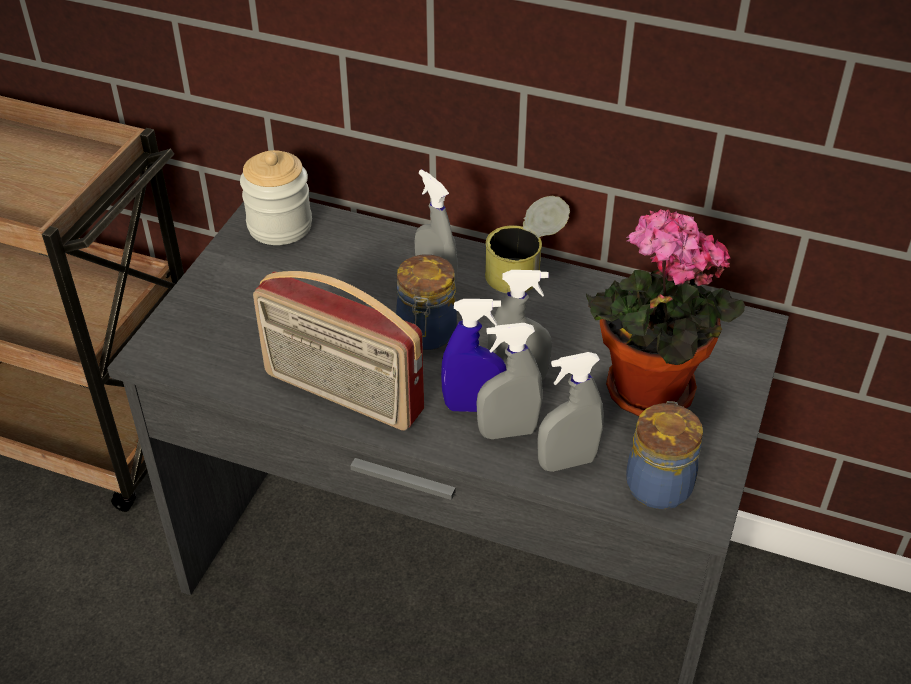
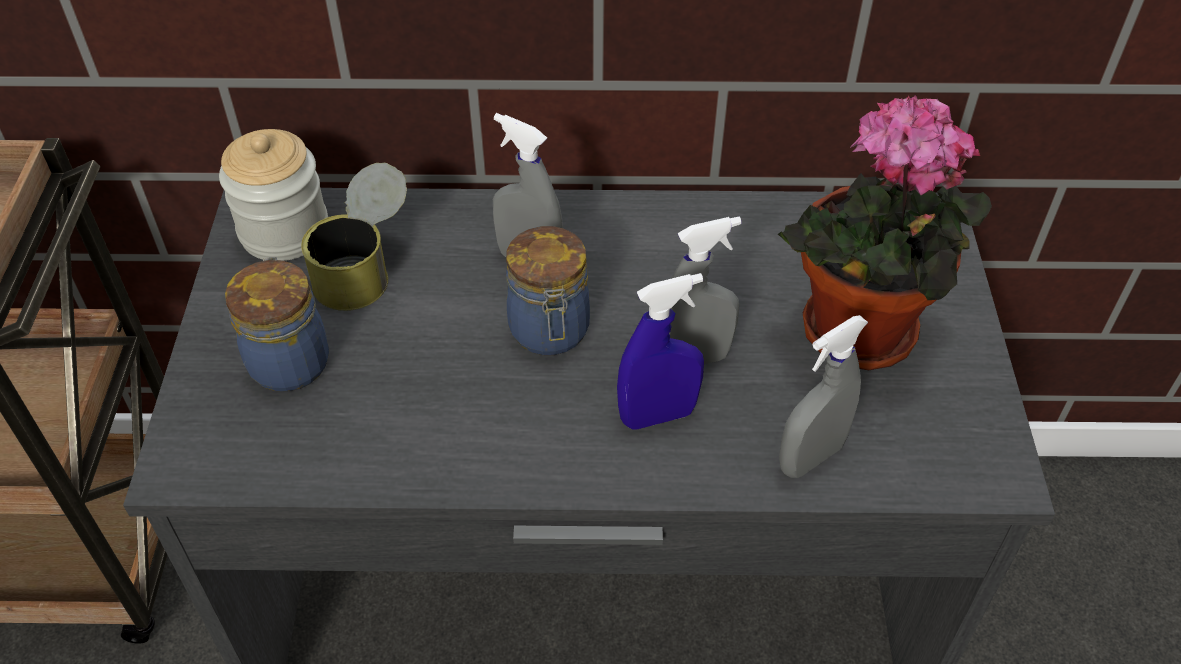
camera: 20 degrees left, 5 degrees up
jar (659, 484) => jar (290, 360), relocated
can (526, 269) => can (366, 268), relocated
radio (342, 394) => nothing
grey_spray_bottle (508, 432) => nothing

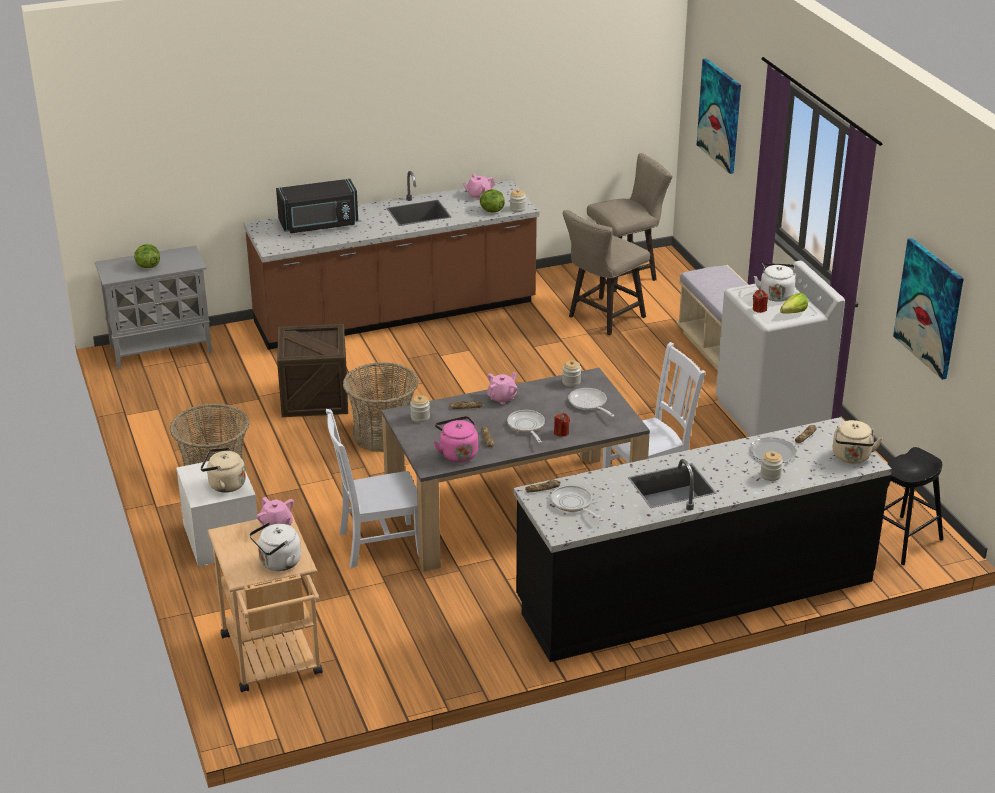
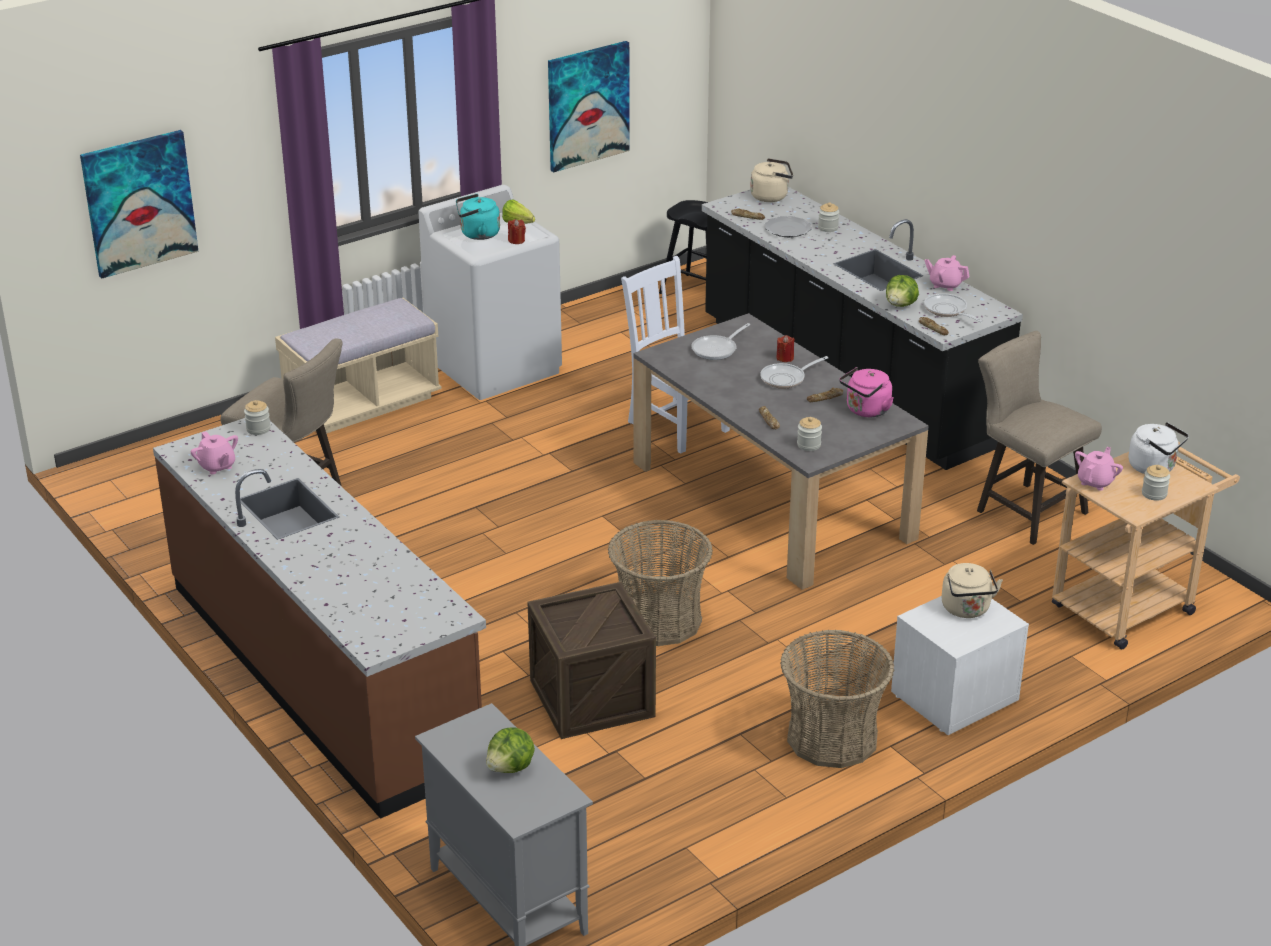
camera: 105 degrees left, 0 degrees up
white_kettle (775, 294) => turquoise_kettle (477, 234)
lettuce (491, 211) => lettuce (901, 305), relocated
frying_pan (573, 504) => frying_pan (947, 311), 105 degrees clockwise
pink_teapot (502, 398) => pink_teapot (945, 285), relocated
beige_stool (626, 273) => beige_stool (1024, 509), relocated
jar (571, 382) => jar (1154, 494), relocated
black_microwave (319, 225) => nothing
white_chair (377, 544) => nothing

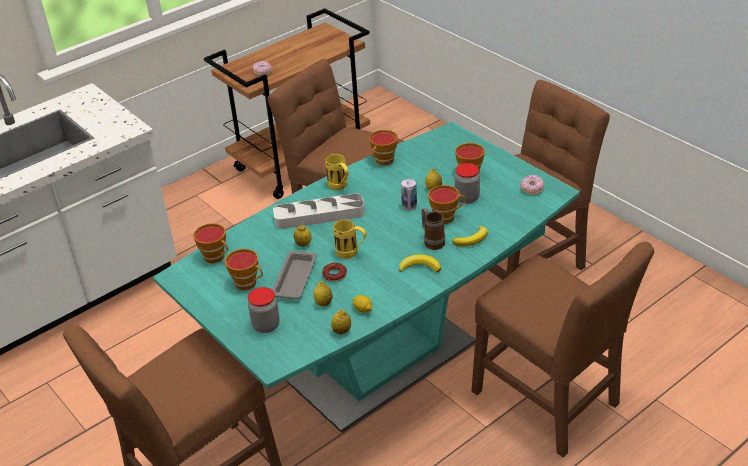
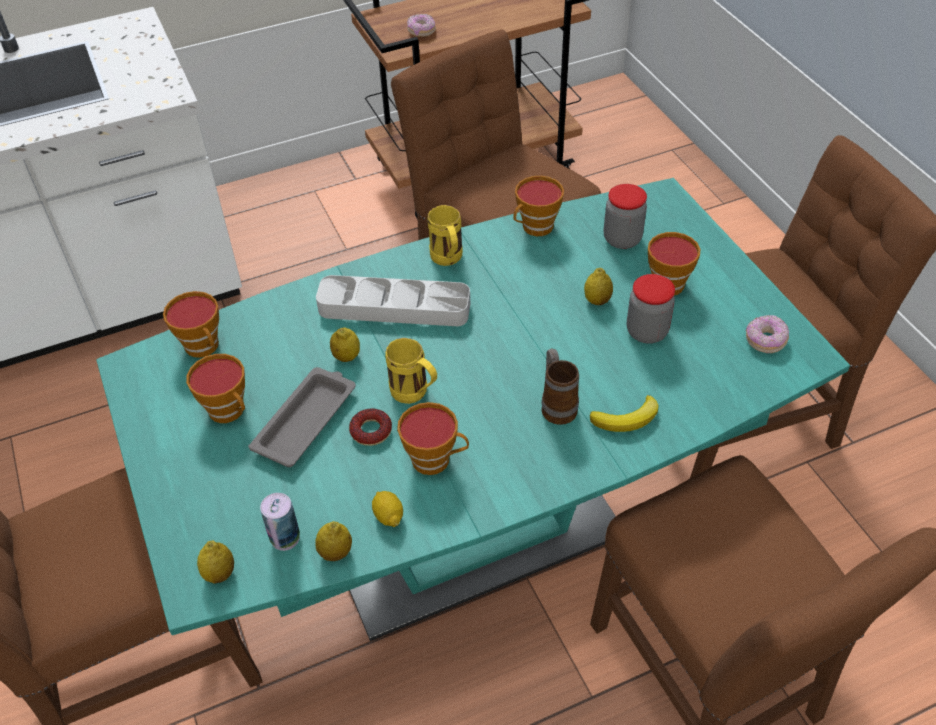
camera: 15 degrees right, 10 degrees up
lemon (323, 303) => lemon (220, 573), relocated
can (409, 206) => can (285, 538), relocated
cup (446, 217) => cup (435, 460), relocated
jar (266, 325) => jar (622, 239), relocated
banana (420, 267) => nothing

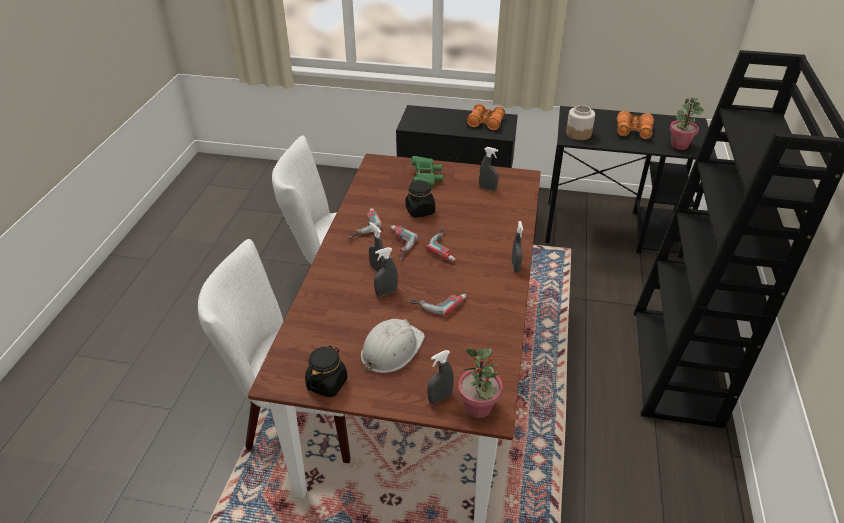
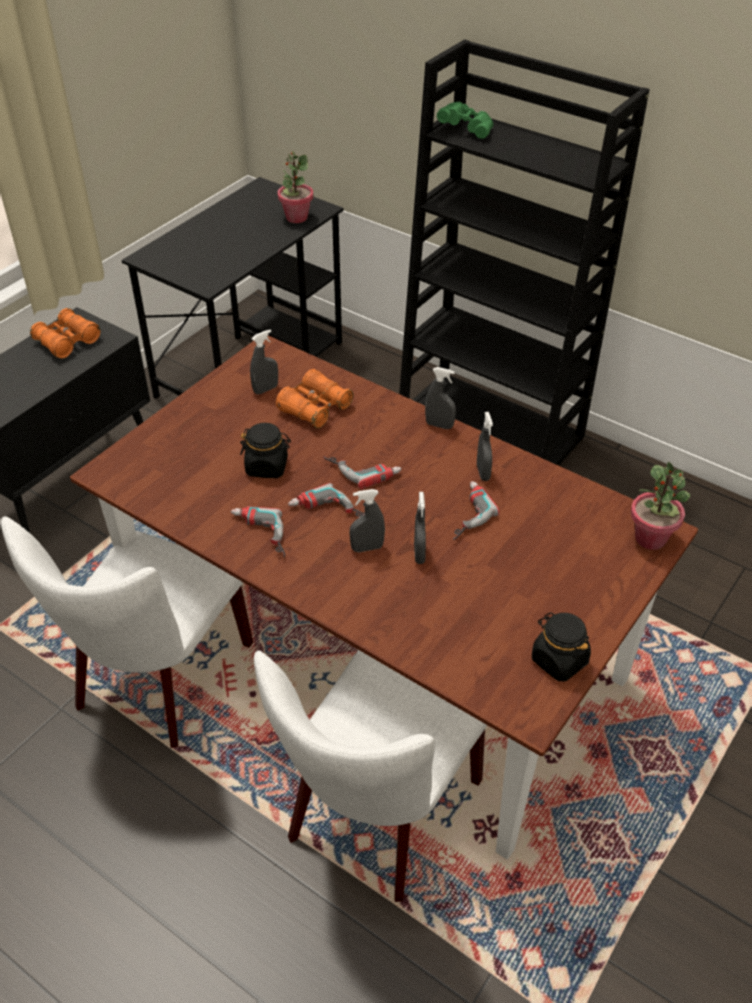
camera: 65 degrees left, 5 degrees up
orange_binoculars (633, 131) => orange_binoculars (315, 408), relocated
green_binoculars (426, 178) => green_binoculars (467, 129), relocated
grey_spray_bottle (440, 398) => grey_spray_bottle (483, 472), relocated
white_hard_hat (391, 349) => nothing
jar (578, 134) => nothing

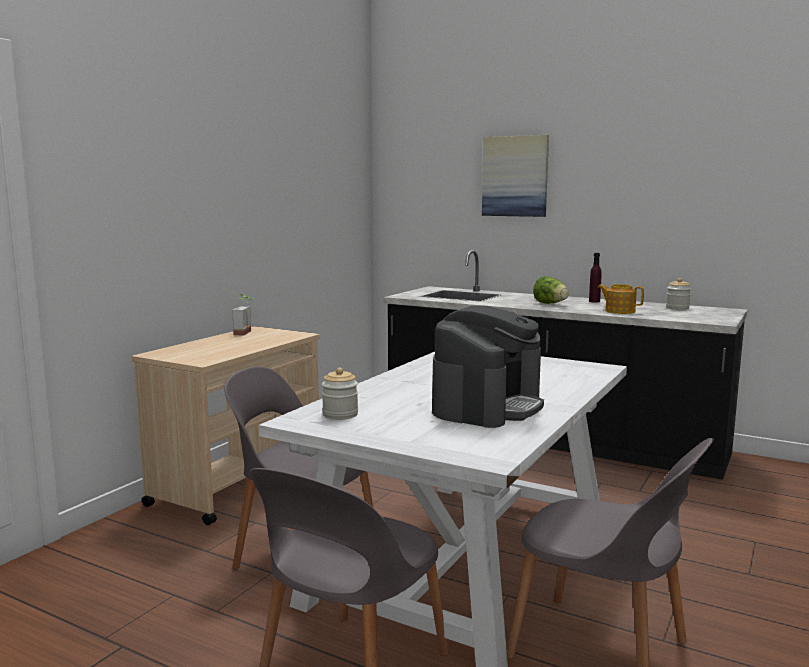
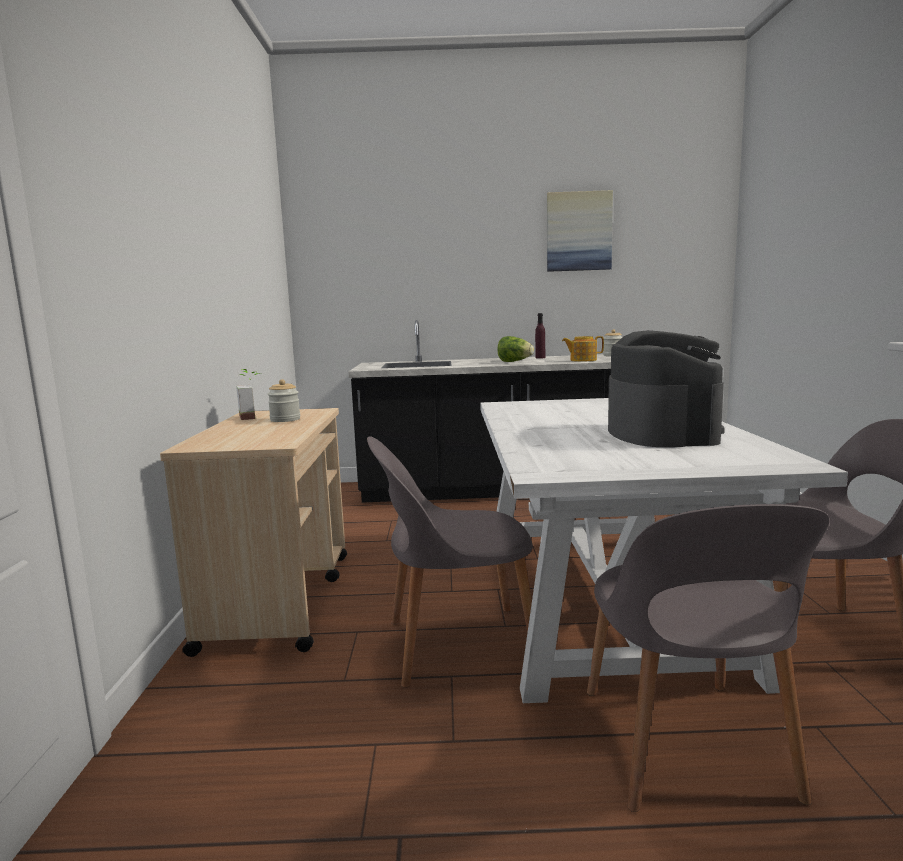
camera: 30 degrees left, 0 degrees up
jar (340, 414) => jar (285, 419), relocated
picture (515, 176) => picture (578, 231), relocated

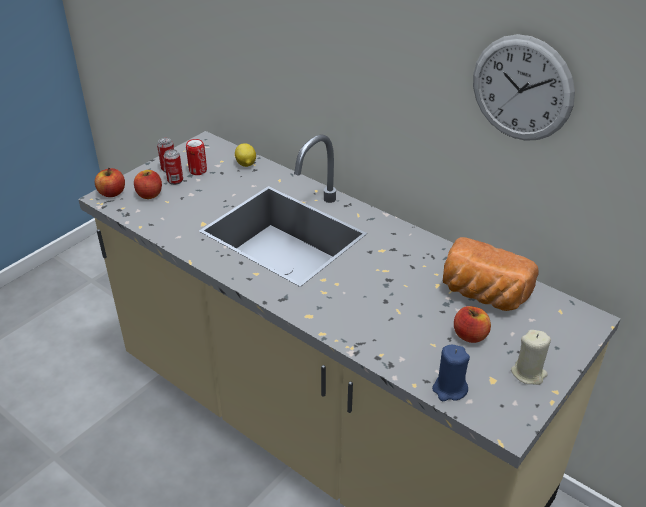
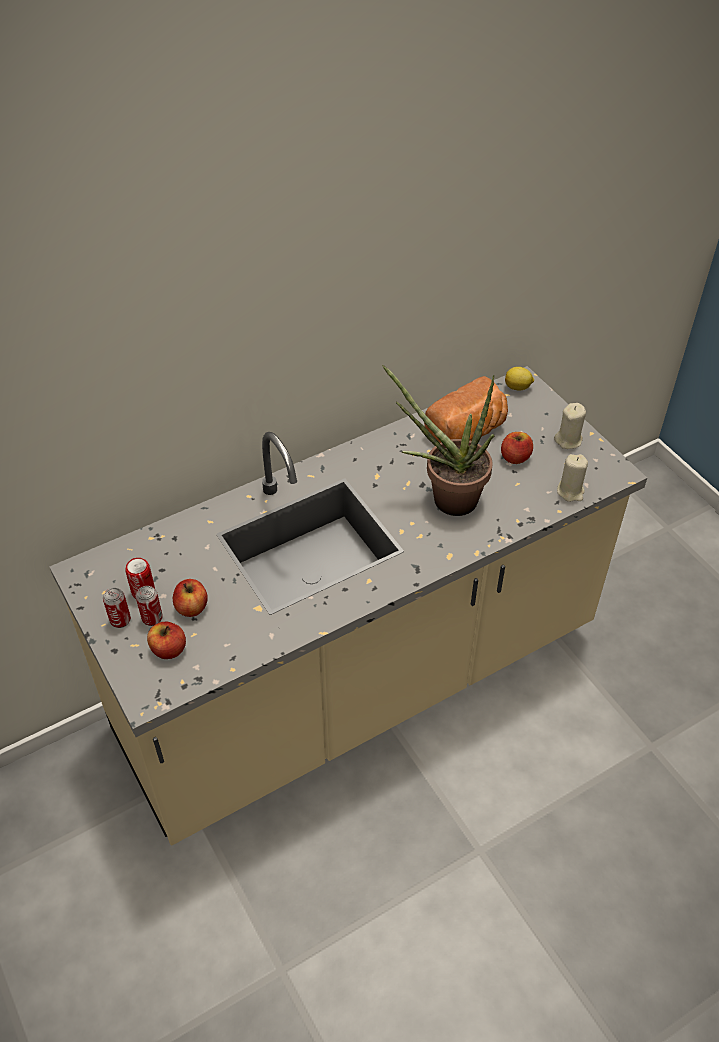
camera: 70 degrees left, 10 degrees up
apple (112, 193) => apple (192, 607), relocated
nothing => potted_plant (445, 498)
lemon (246, 164) => lemon (518, 387), relocated
blue_candle (449, 389) => beige_candle (570, 491)
wall_clock (522, 89) => nothing

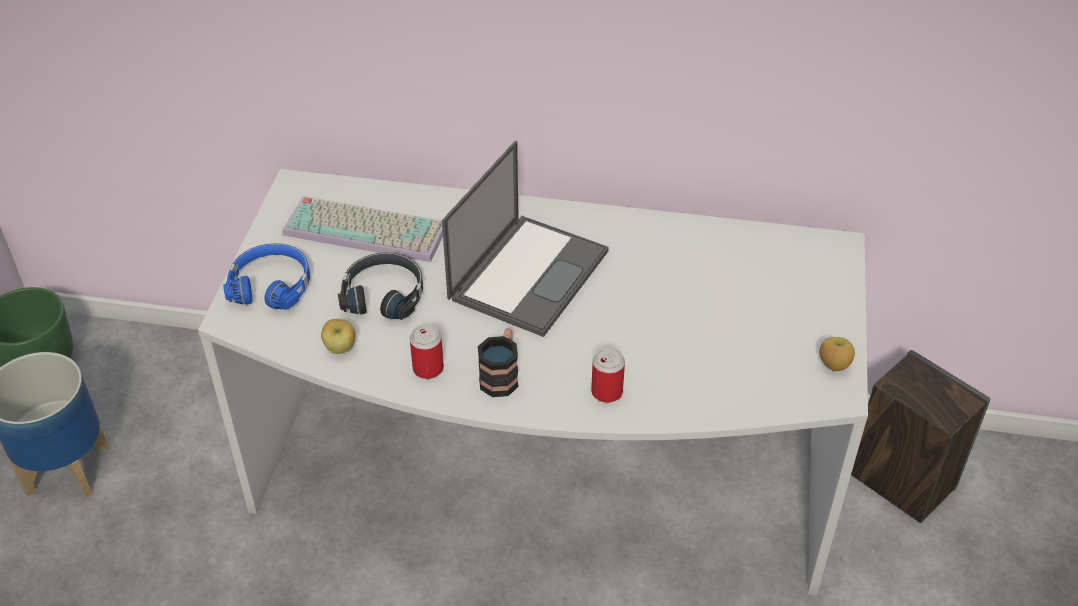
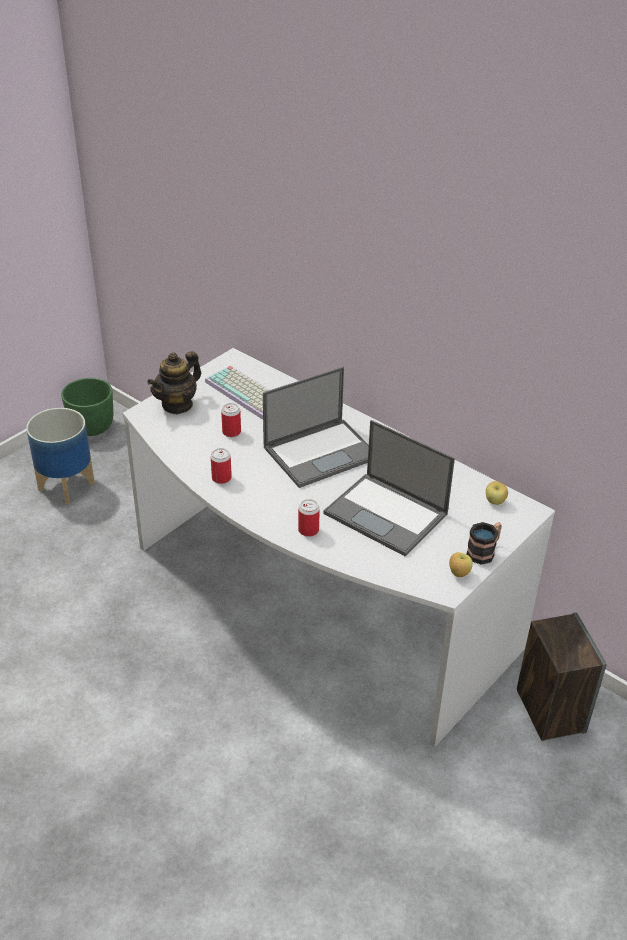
camera: 30 degrees right, 5 degrees down
blue_headphones (271, 285) => teapot (177, 405)
black_headphones (384, 294) => can (231, 432)
nothing => laptop (387, 514)
mug (501, 375) => mug (484, 551), relocated
apple (340, 348) => apple (495, 502), relocated

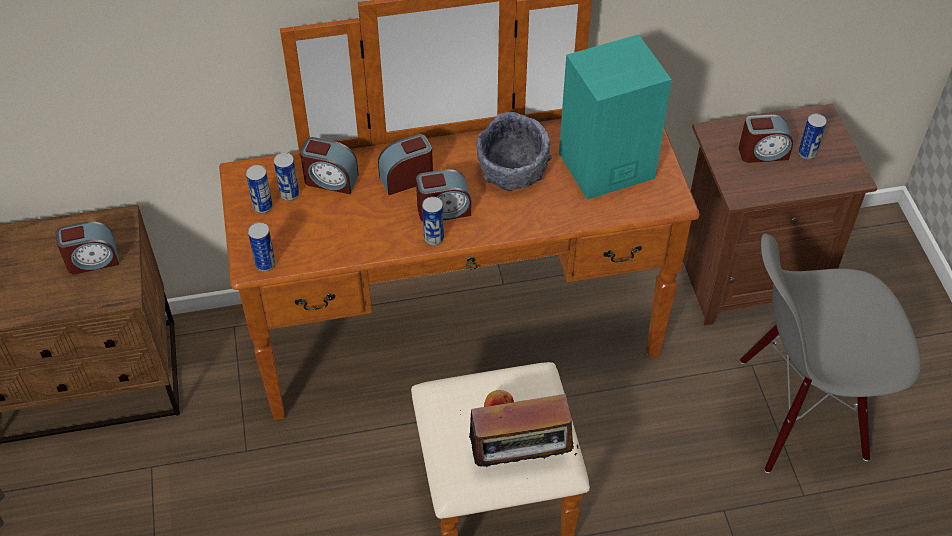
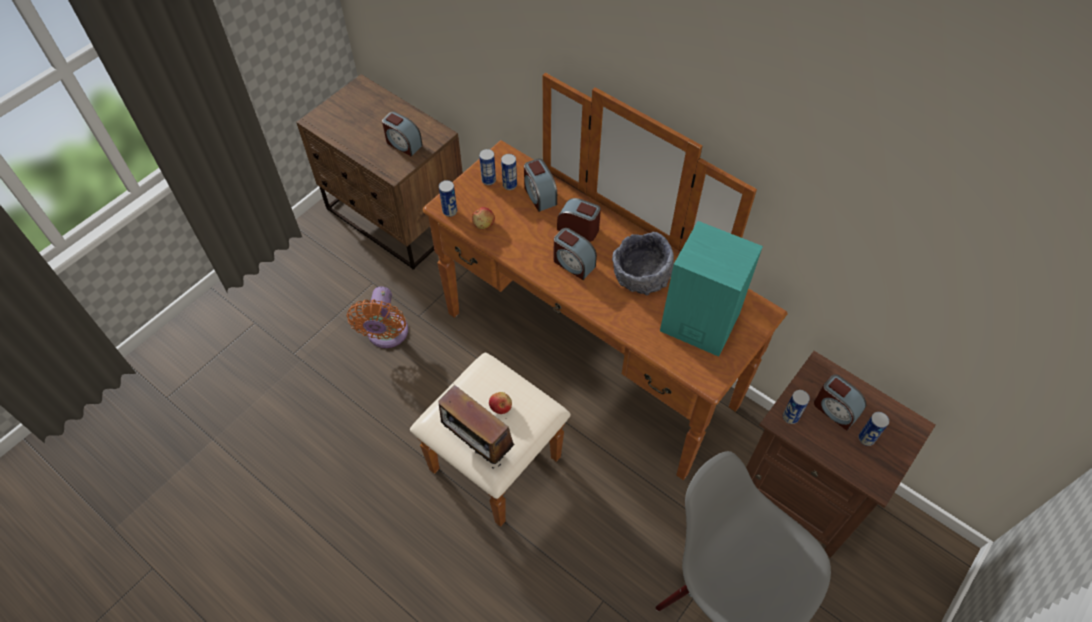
camera: 50 degrees right, 5 degrees up
nothing => orange_fan (386, 335)
nothing => apple (483, 224)
can (433, 238) => can (790, 417), relocated

